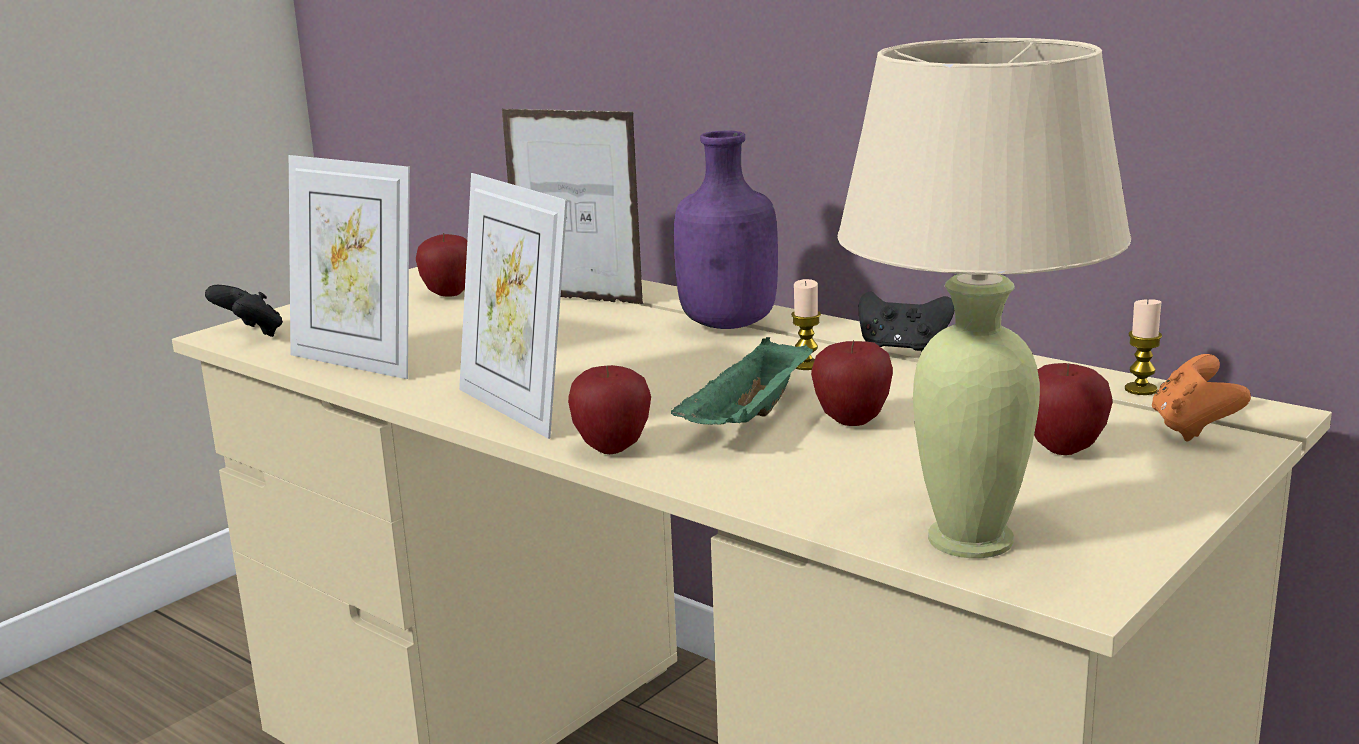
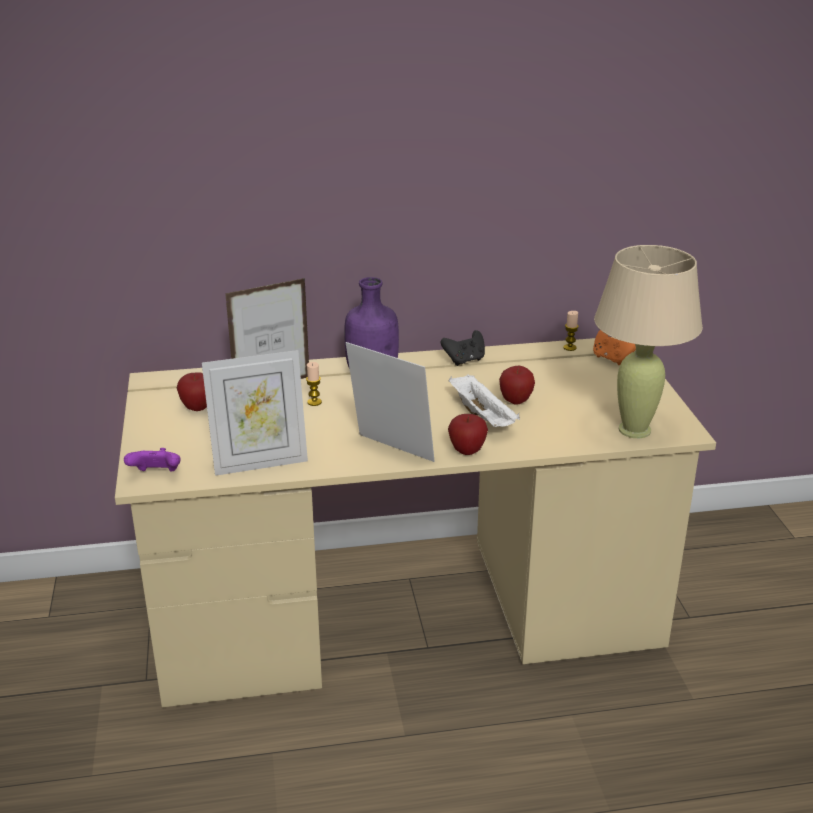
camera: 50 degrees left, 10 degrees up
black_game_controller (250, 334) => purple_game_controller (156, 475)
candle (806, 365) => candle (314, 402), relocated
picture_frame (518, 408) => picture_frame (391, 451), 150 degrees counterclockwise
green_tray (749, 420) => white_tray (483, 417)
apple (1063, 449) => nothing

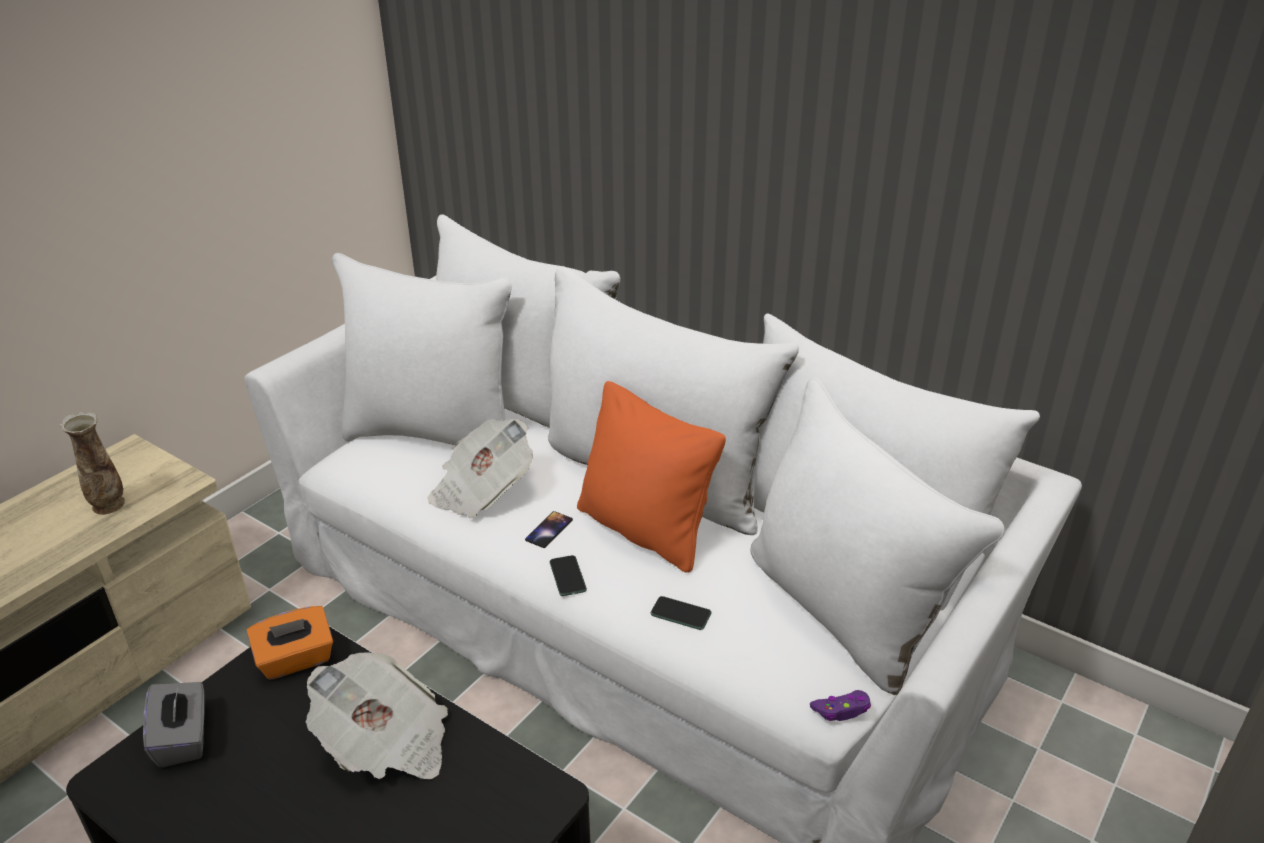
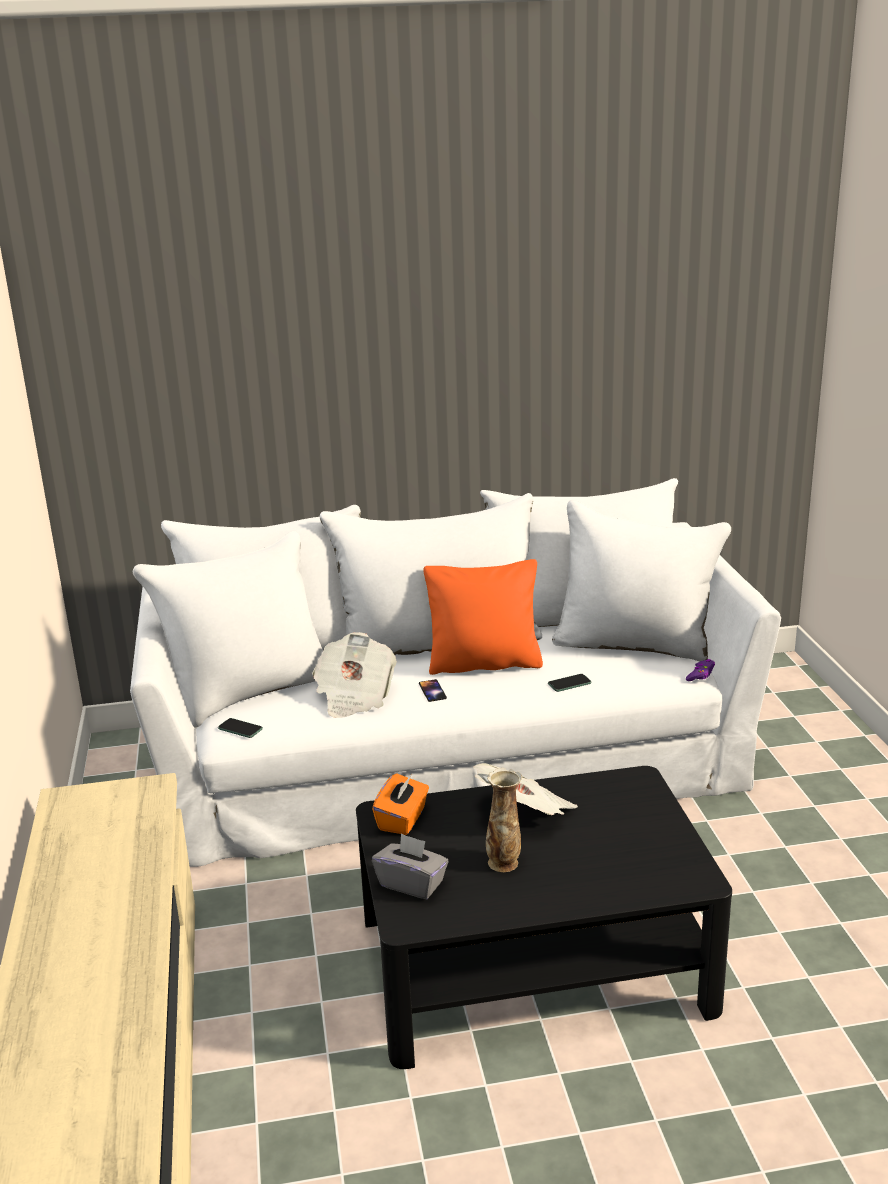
camera: 45 degrees left, 10 degrees down
phone (567, 576) => phone (240, 729), relocated
vase (108, 505) => vase (504, 863), relocated

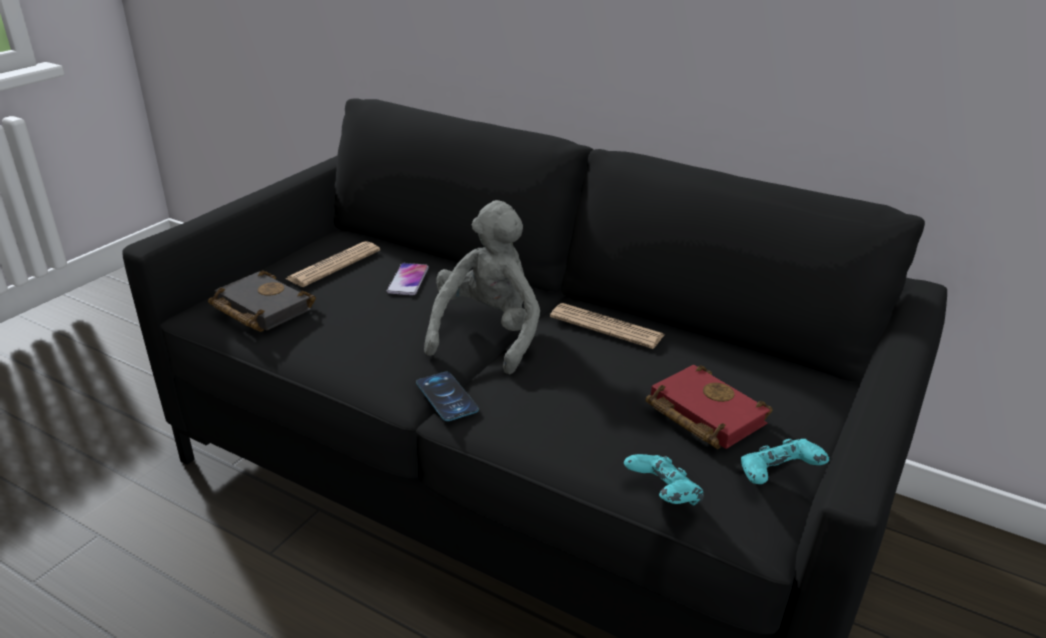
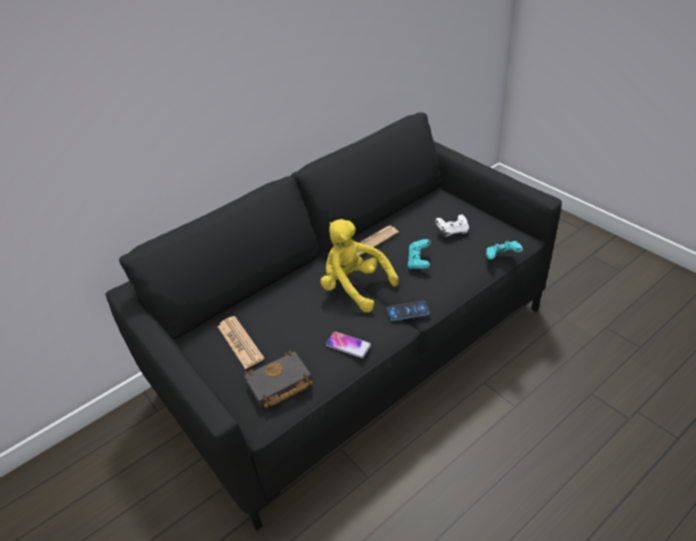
camera: 65 degrees left, 10 degrees up
grey_plush_toy (487, 334) => yellow_plush_toy (354, 287)
phone (408, 280) => phone (348, 345), relocated
turquoise_game_controller (777, 478) => turquoise_game_controller (419, 262), relocated
red_book (701, 414) => white_game_controller (452, 232)

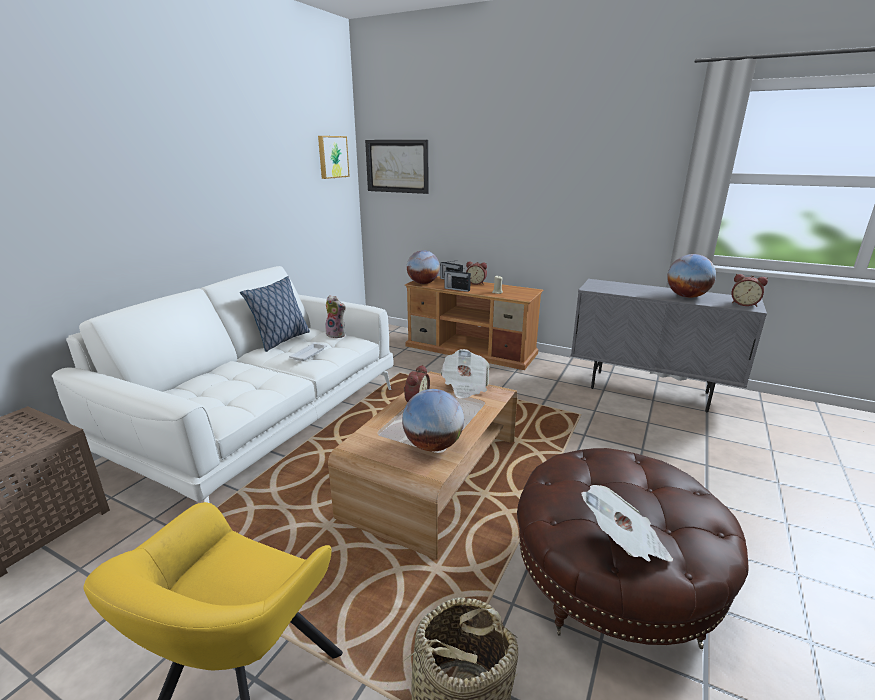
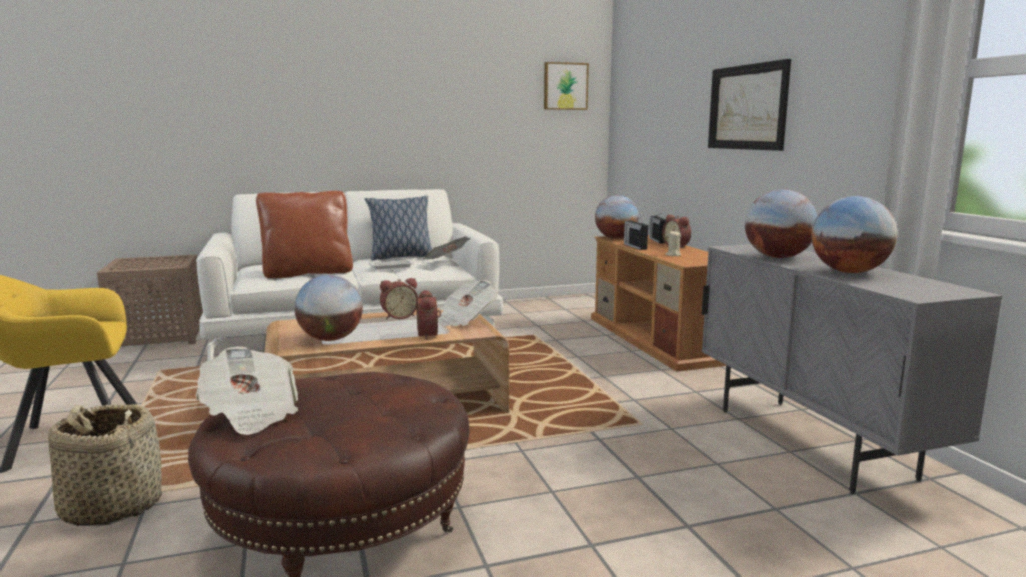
camera: 45 degrees right, 10 degrees down
nothing => brown_pillow (308, 273)
alarm_clock (744, 304) => alarm_clock (430, 335), relocated
plush_toy (337, 334) => newspaper (446, 261)
picture (397, 166) => picture (747, 107), relocated
nothing => globe (777, 257)

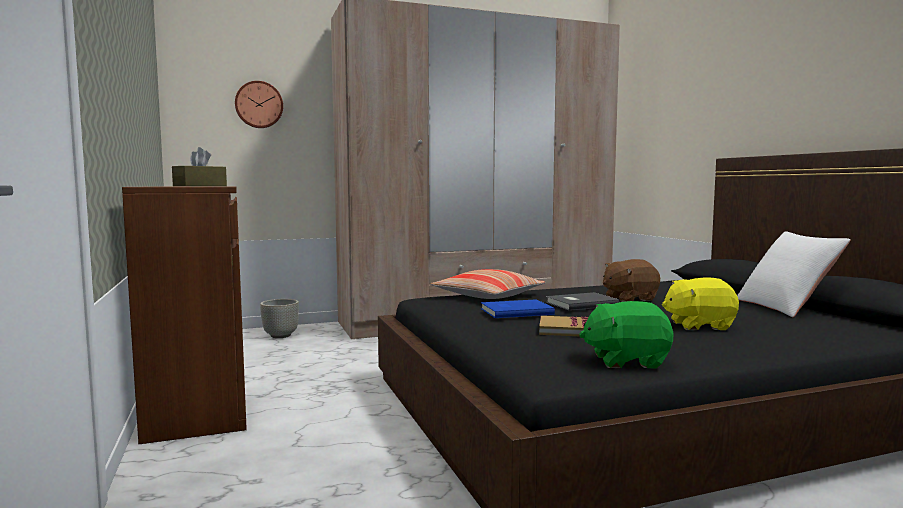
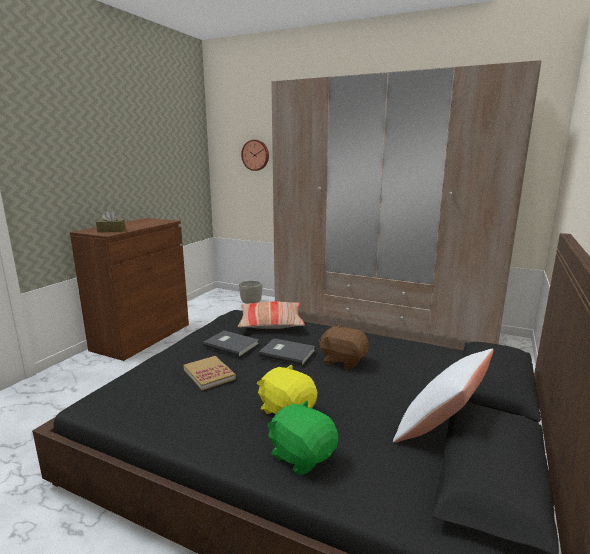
camera: 45 degrees right, 10 degrees up
blue_book (515, 311) => grey_book (231, 344)
green_plush_toy (626, 361) => green_plush_toy (302, 455), relocated

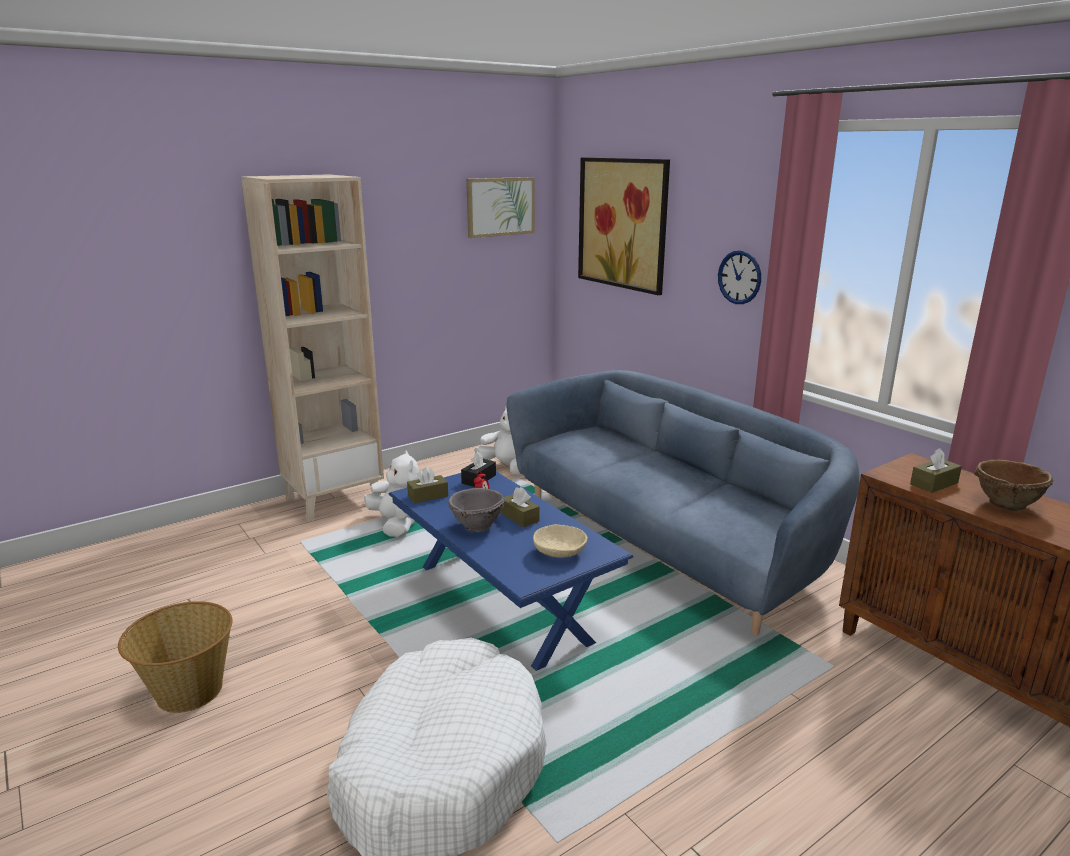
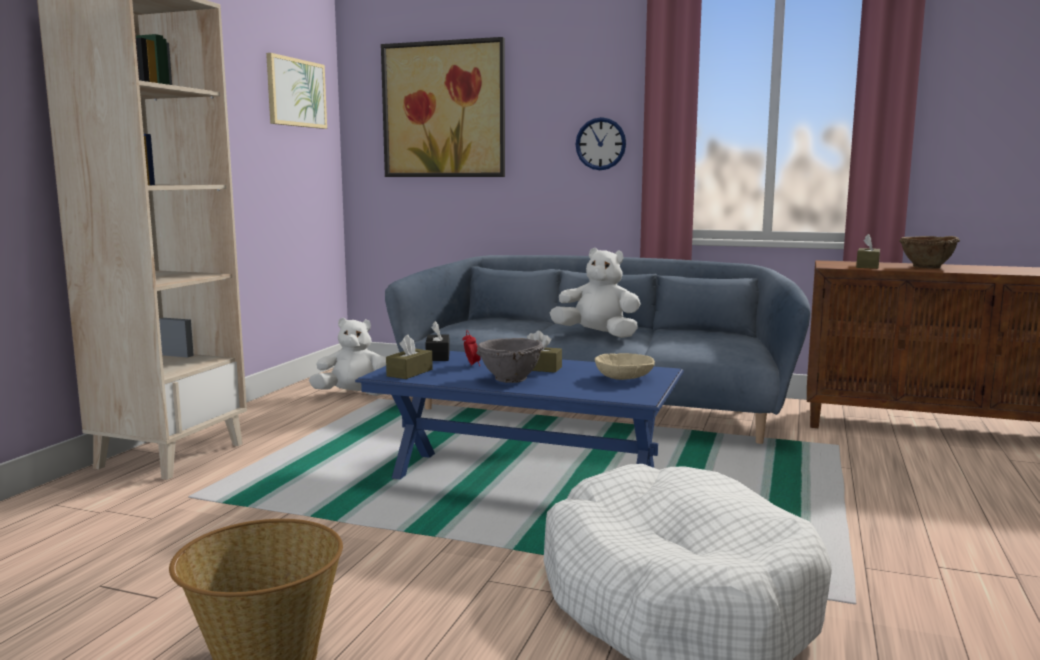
camera: 35 degrees left, 10 degrees down
white_plush_toy (396, 524) => white_plush_toy (597, 335), relocated

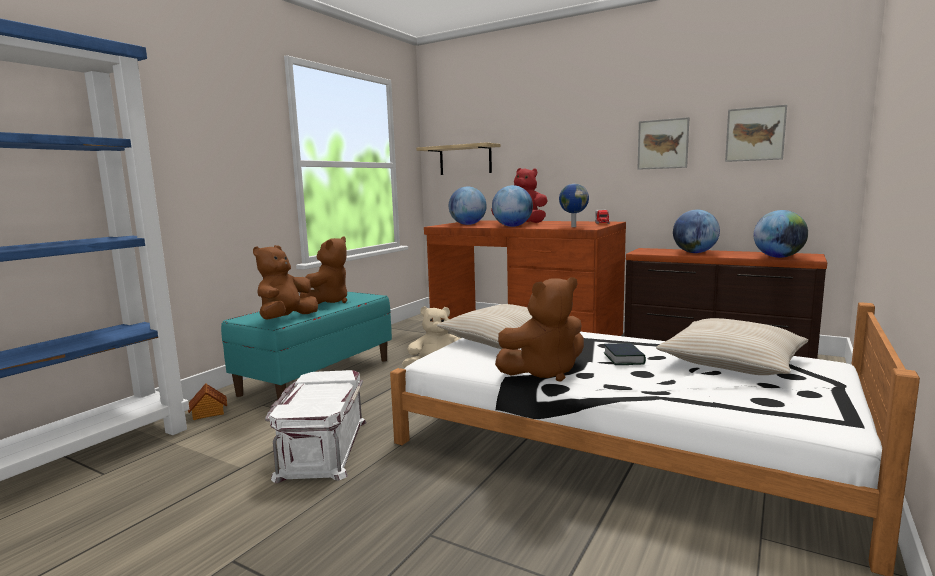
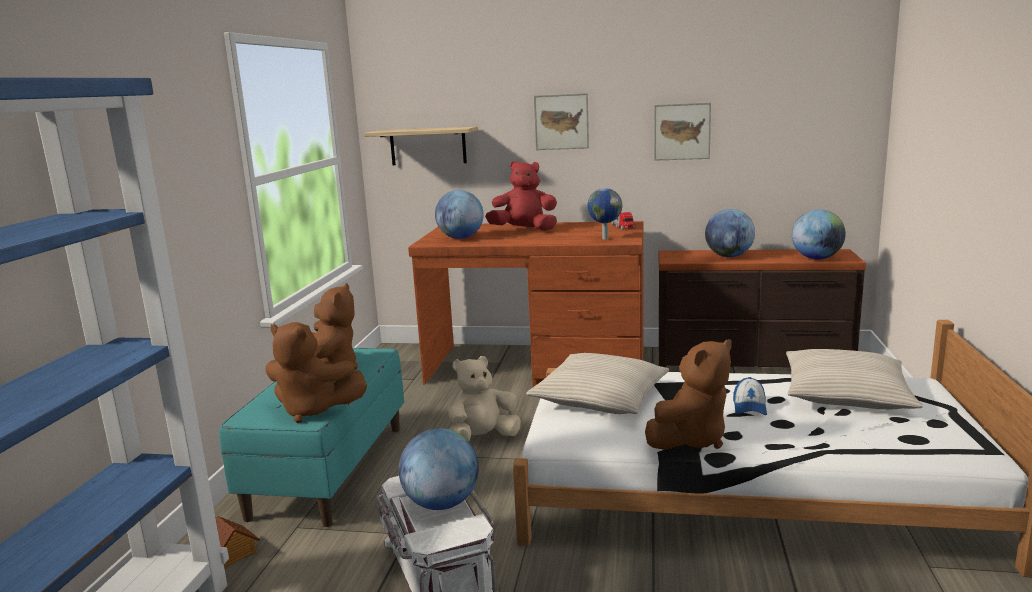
camera: 20 degrees left, 5 degrees up
brown_plush_toy (286, 319) => brown_plush_toy (313, 410), 75 degrees counterclockwise
globe (512, 226) => globe (441, 503), relocated
picture (755, 134) => picture (561, 122), relocated
book (623, 358) => cap (749, 407)

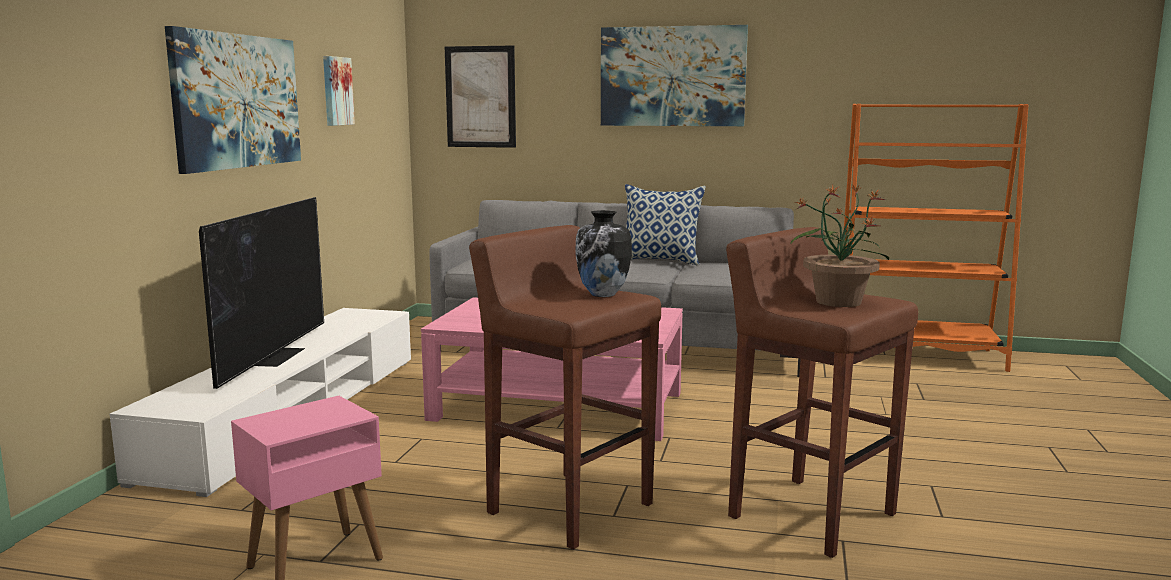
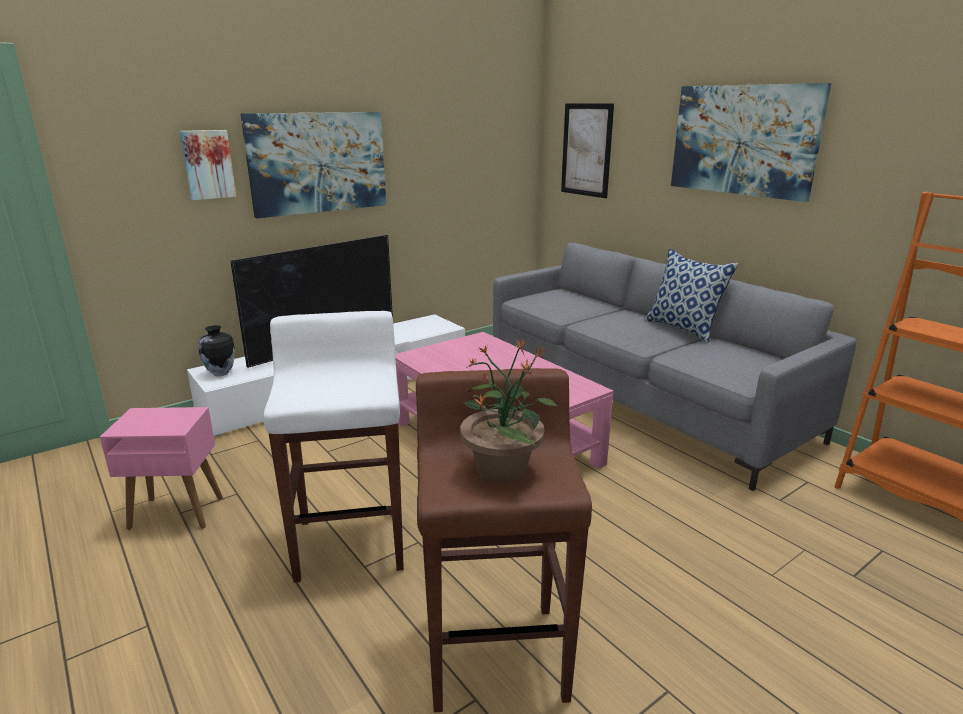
camera: 40 degrees right, 10 degrees up
picture (336, 91) => picture (208, 164), relocated
vase (603, 294) => vase (220, 373), relocated
brown_stool (568, 508) => white_stool (350, 543)

